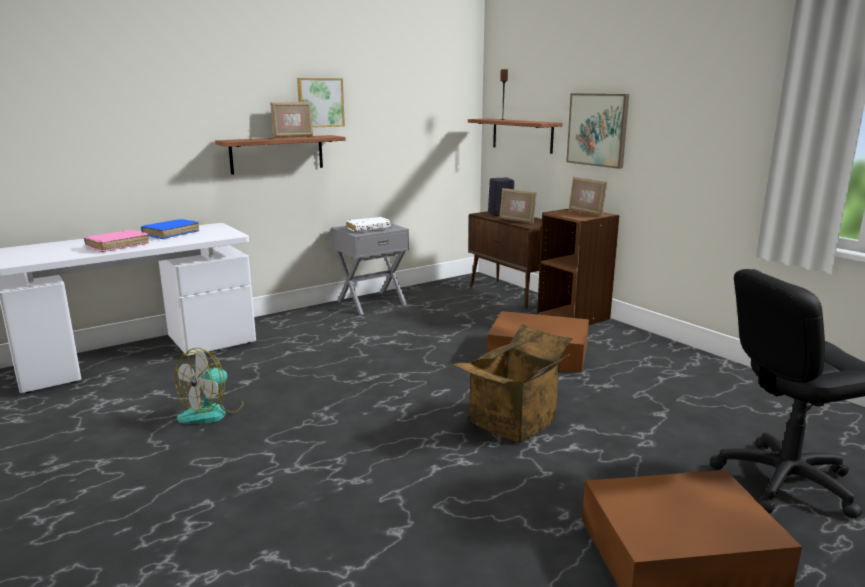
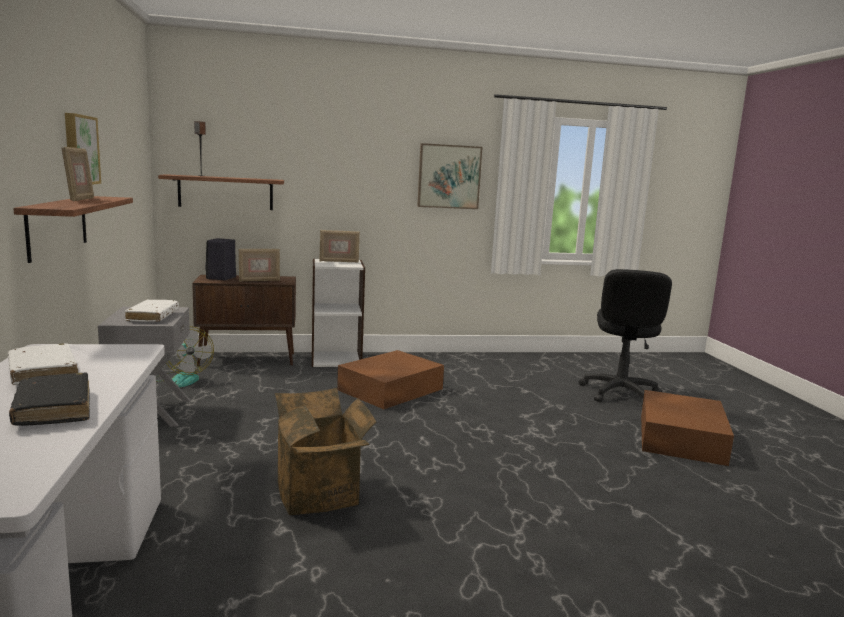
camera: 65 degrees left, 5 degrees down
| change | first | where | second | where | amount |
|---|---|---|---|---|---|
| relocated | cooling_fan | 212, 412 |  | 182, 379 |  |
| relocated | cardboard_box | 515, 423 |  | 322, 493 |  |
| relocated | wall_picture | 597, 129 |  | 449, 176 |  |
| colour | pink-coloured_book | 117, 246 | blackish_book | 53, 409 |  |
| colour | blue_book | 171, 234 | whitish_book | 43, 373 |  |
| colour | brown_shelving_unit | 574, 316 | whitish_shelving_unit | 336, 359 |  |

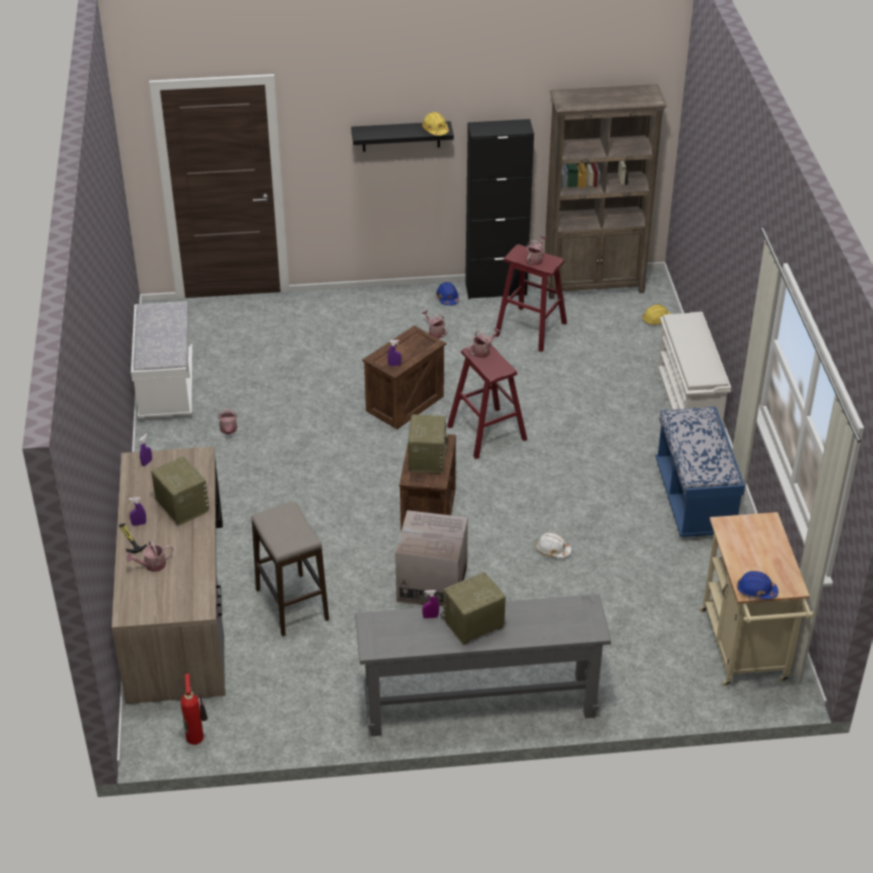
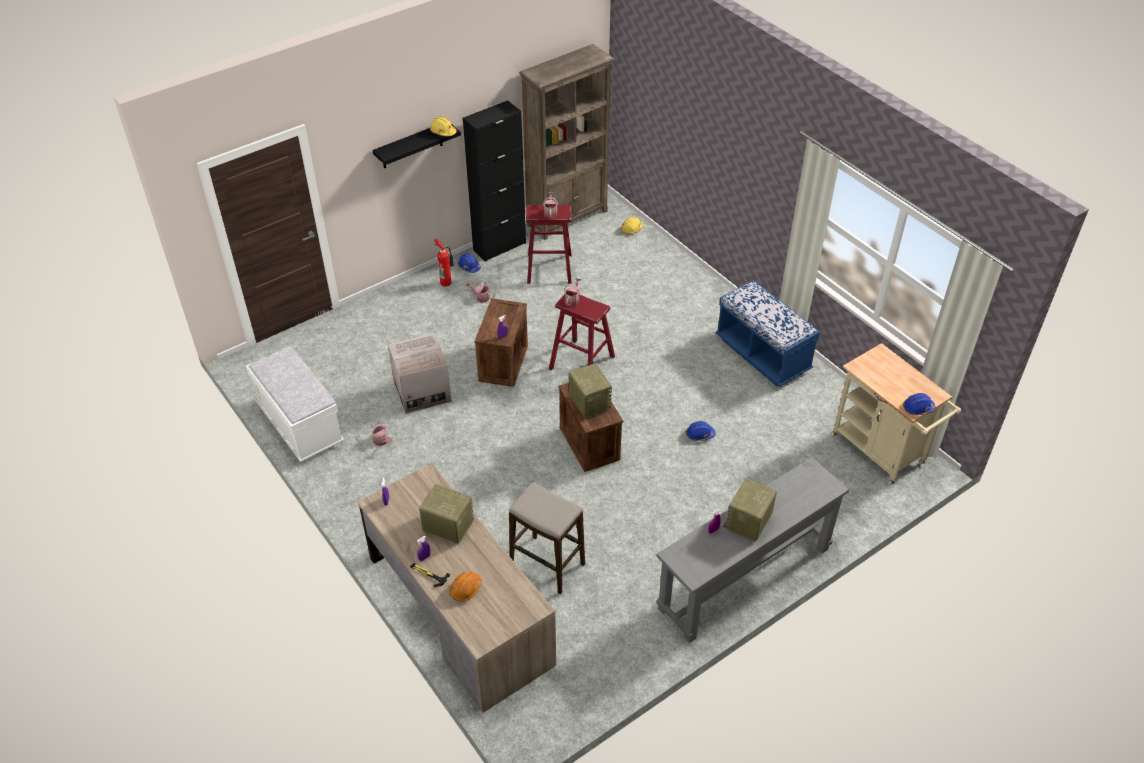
camera: 30 degrees left, 5 degrees up
| change | first | where | second | where | amount |
|---|---|---|---|---|---|
| missing | whitish_shoe_shelf | 688, 405 |  |  |  |
| relocated | fire-fighting_cylinder | 196, 736 |  | 446, 282 |  |
| relocated | cardboard_box | 432, 583 |  | 422, 391 |  |
| exchanged | sprinkling_can | 152, 565 | orange_work_helmet | 465, 589 |  |
| colour | whitish_work_helmet | 552, 550 | blue_work_helmet | 699, 434 |  |

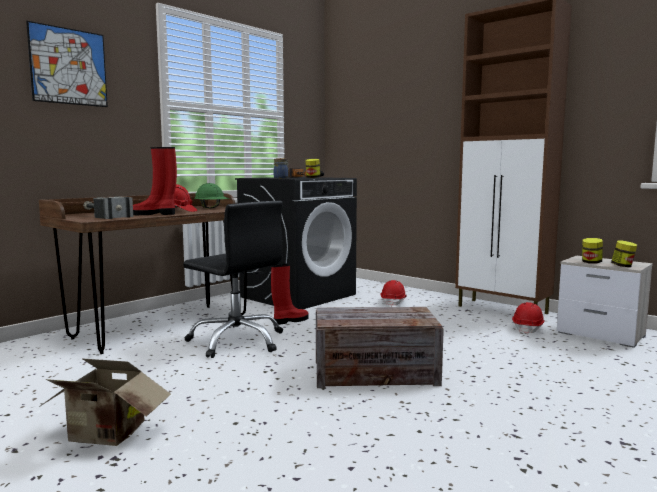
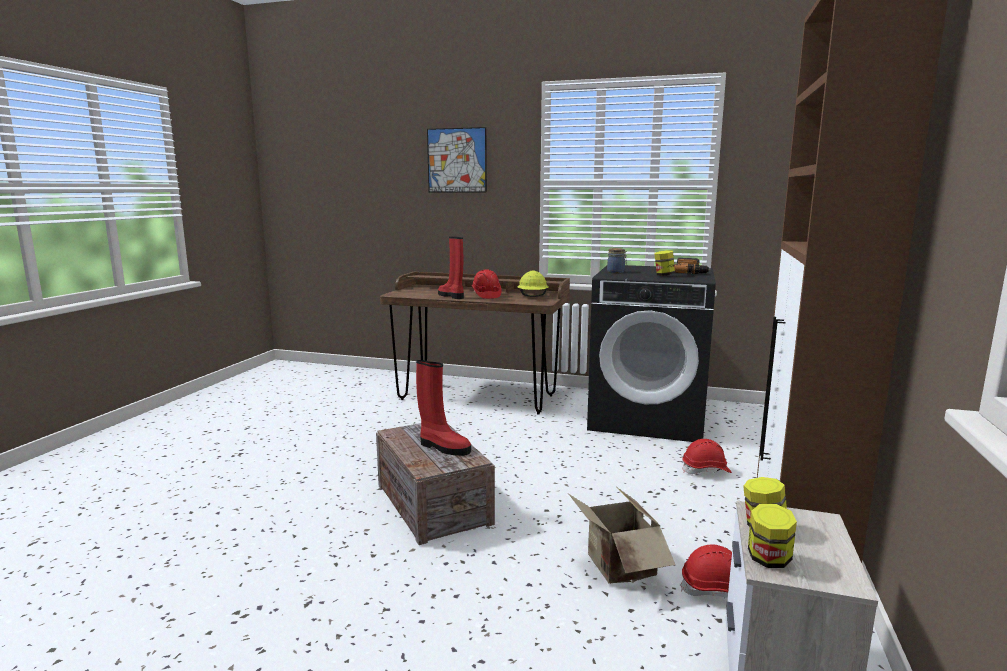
camera: 65 degrees right, 5 degrees up
| change | first | where | second | where | amount |
|---|---|---|---|---|---|
| missing | tool_hammer | 104, 216 |  |  |  |
| missing | blackish_desk_chair | 237, 341 |  |  |  |
| relocated | cardboard_box | 106, 436 |  | 616, 568 |  |
| relocated | red_tall_boot | 290, 321 |  | 443, 447 |  |
| colour | green_work_helmet | 212, 208 | yellowish_work_helmet | 533, 296 |  |

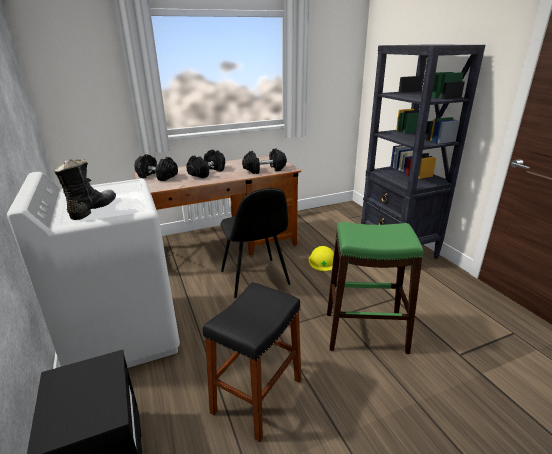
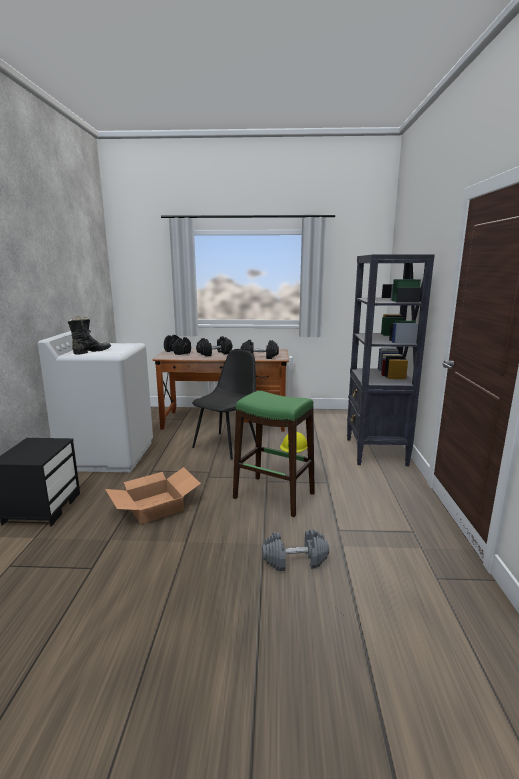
camera: 25 degrees right, 10 degrees down
| change | first | where | second | where | amount |
|---|---|---|---|---|---|
| appeared |  |  | grey_free_weight | 295, 560 |  |
| exchanged | blackish_sitting_stool | 257, 395 | cardboard_box | 155, 506 |  |
| spun | blackish_upright_chair | 255, 278 |  | 226, 445 | 150 degrees counterclockwise |

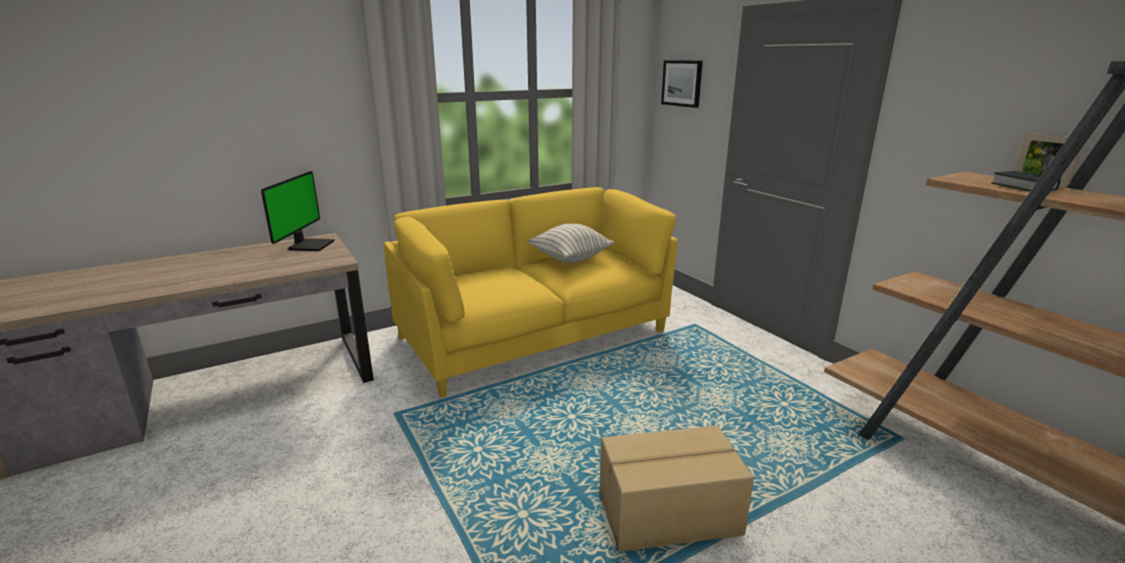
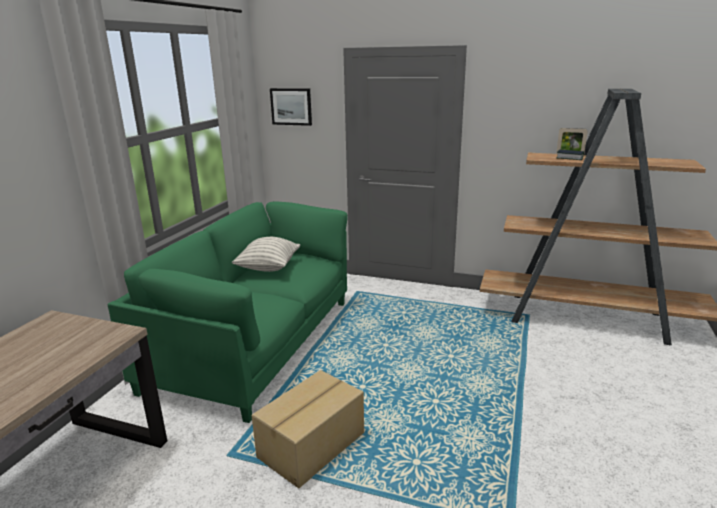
camera: 40 degrees left, 0 degrees up
| change | first | where | second | where | amount |
|---|---|---|---|---|---|
| missing | monitor | 310, 245 |  |  |  |
| relocated | cardboard_box | 669, 514 |  | 313, 445 |  |
| colour | yellowish_sofa | 533, 335 | green_sofa | 255, 343 |  |

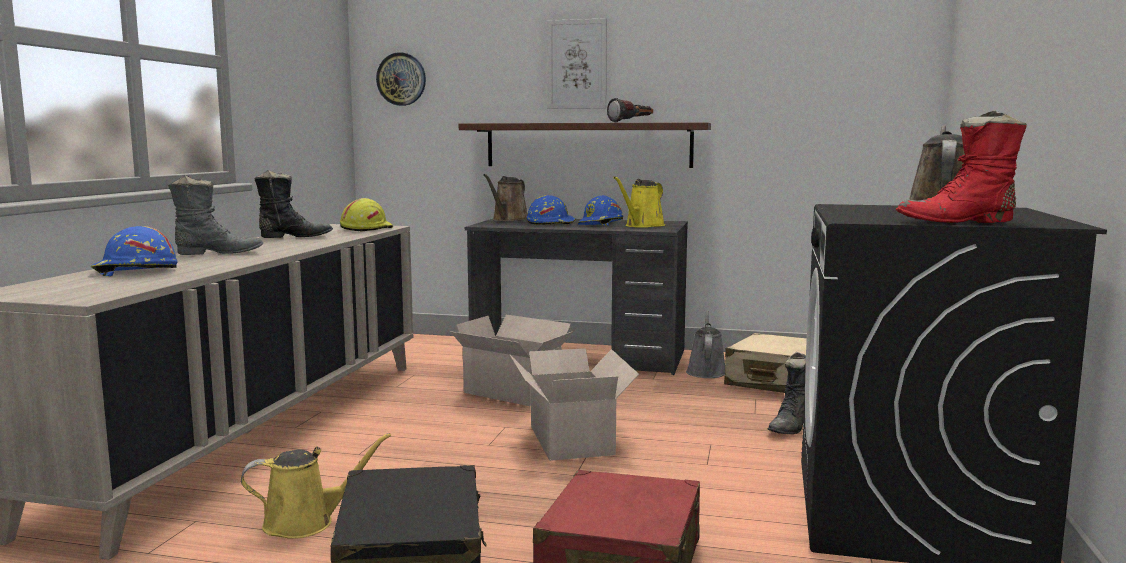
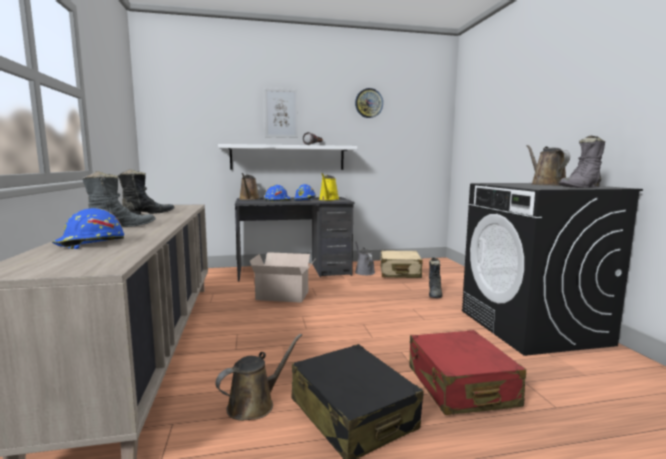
camera: 25 degrees left, 0 degrees up
| change | first | where | second | where | amount |
|---|---|---|---|---|---|
| missing | yellowish_work_helmet | 365, 228 |  |  |  |
| missing | cardboard_box | 571, 439 |  |  |  |
| relocated | wall_clock | 401, 79 |  | 369, 103 |  |
| colour | yellowish_sprinkling_can | 306, 522 | brown_sprinkling_can | 255, 404 |  |
| colour | brown_wall_shelf | 588, 145 | whitish_wall_shelf | 288, 157 |  |
| colour | red_tall_boot | 958, 222 | grey_tall_boot | 581, 188 |  |

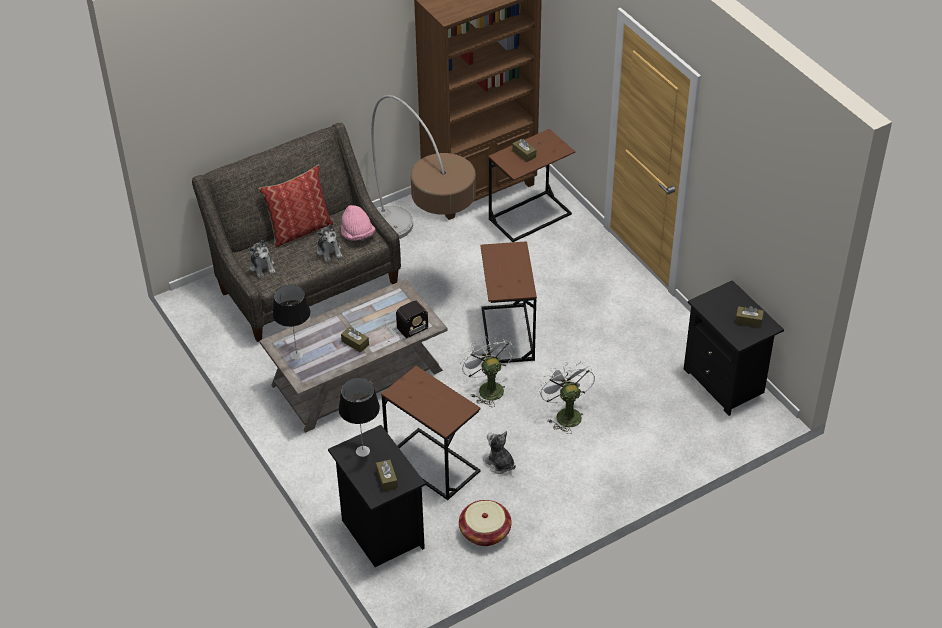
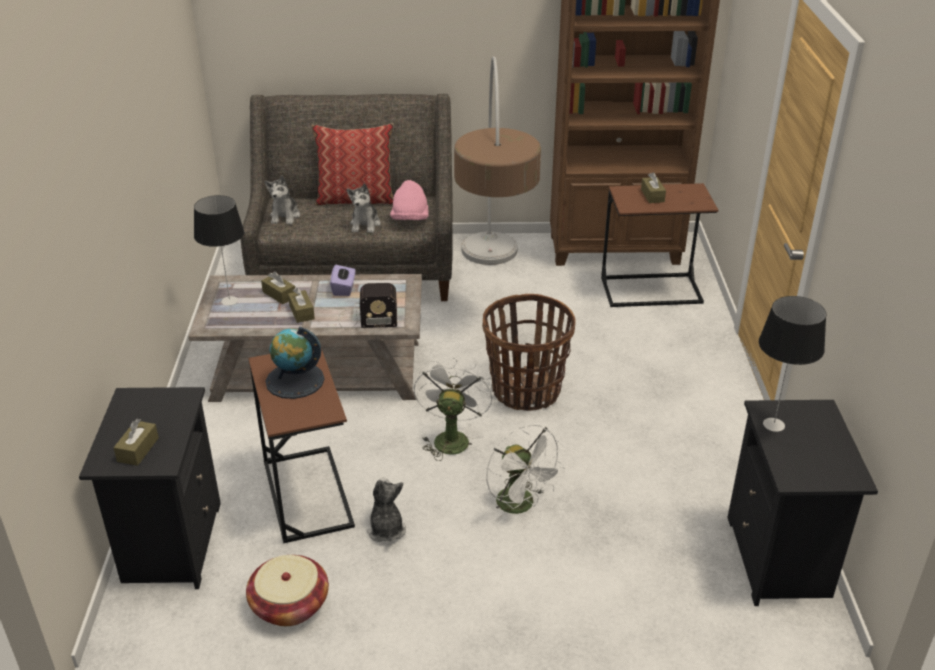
camera: 30 degrees right, 10 degrees down
| change | first | where | second | where | amount |
|---|---|---|---|---|---|
| appeared |  |  | world_globe | 295, 380 |  |
| appeared |  |  | purple-coloured_box_of_tissues | 344, 289 |  |
| relocated | table_lamp | 363, 451 |  | 774, 424 |  |
| relocated | brown_box_of_tissues | 748, 321 |  | 279, 295 |  |
| exchanged | brown_side_table | 508, 334 | basket | 526, 391 |  |
| spun | whitish_cooling_fan | 565, 414 |  | 521, 506 | 135 degrees clockwise |

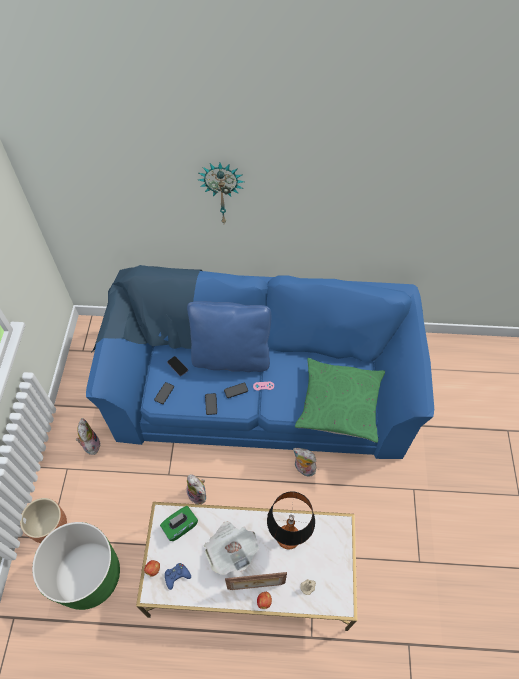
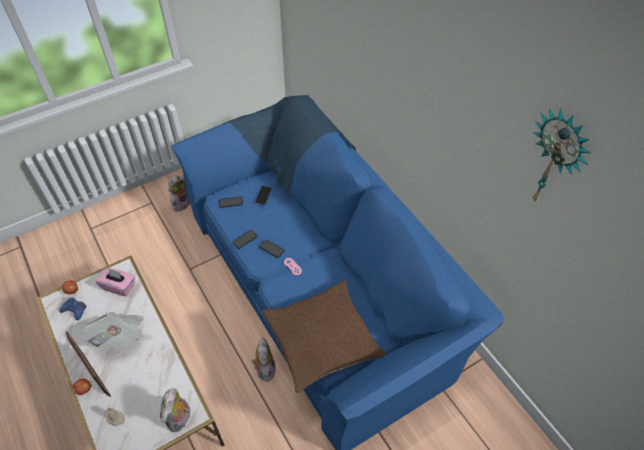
camera: 55 degrees right, 5 degrees down
| change | first | where | second | where | amount |
|---|---|---|---|---|---|
| missing | brown_planter | 51, 526 |  |  |  |
| missing | green_planter | 88, 575 |  |  |  |
| missing | blue_pillow | 231, 357 |  |  |  |
| missing | table_lamp | 288, 537 |  |  |  |
| relocated | cuddly_toy | 198, 494 |  | 180, 419 |  |
| relocated | wall_clock | 222, 192 |  | 555, 160 |  |
| colour | green_box_of_tissues | 180, 526 | pink-coloured_box_of_tissues | 119, 286 |  |
| colour | green_pillow | 339, 404 | brown_pillow | 322, 339 |  |

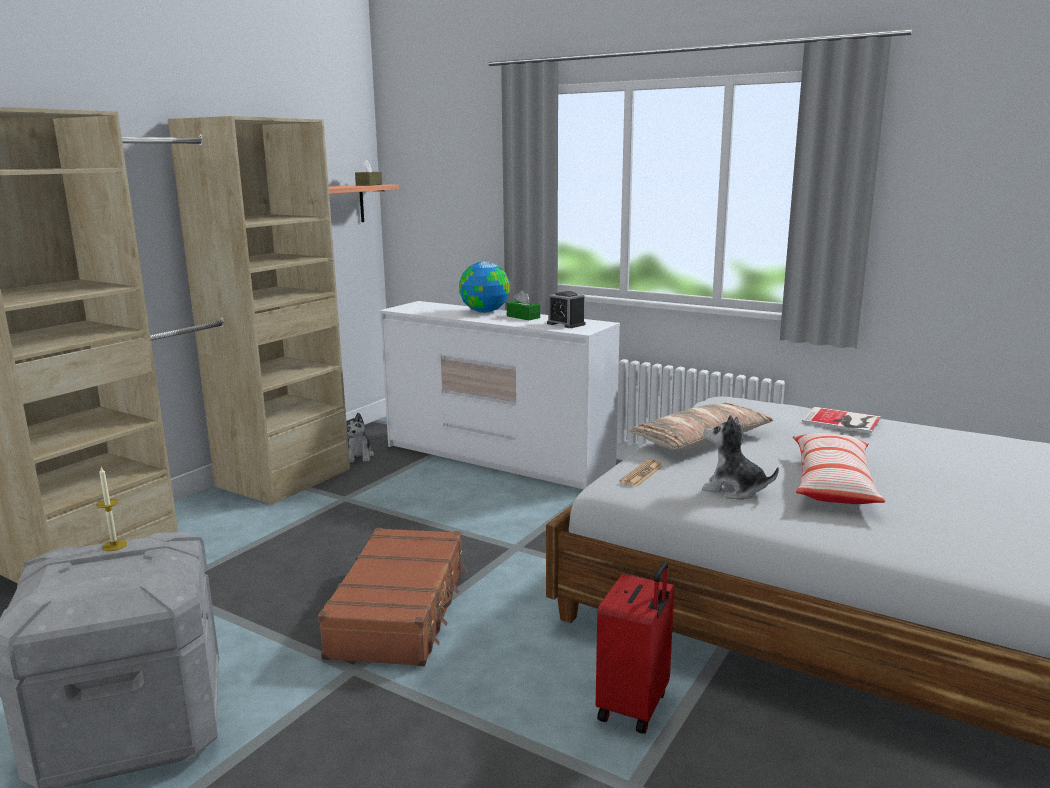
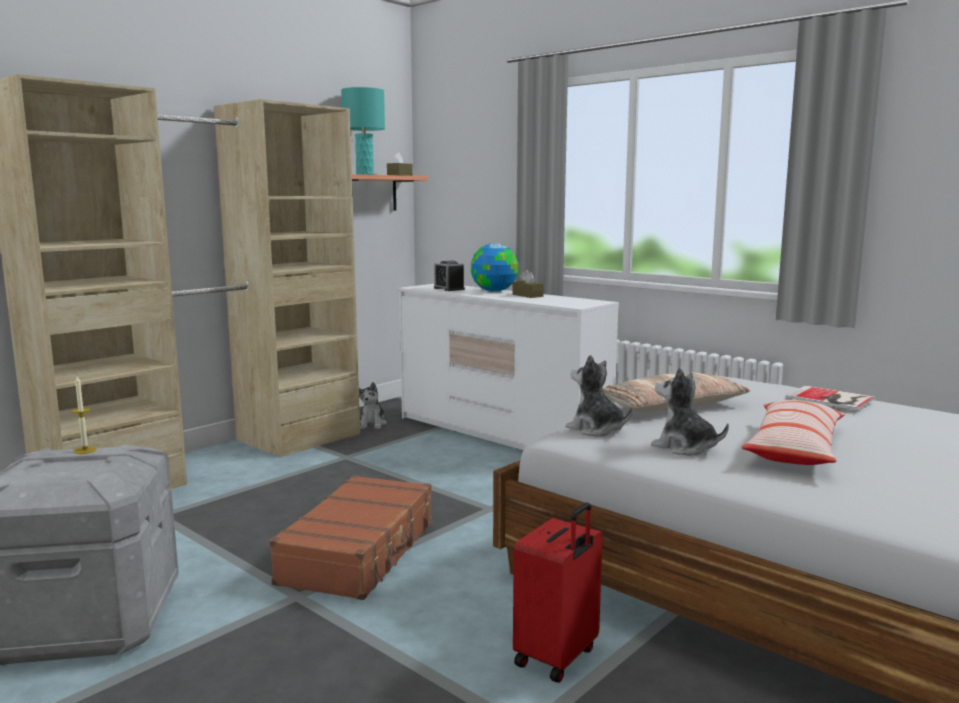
camera: 10 degrees right, 5 degrees down
| change | first | where | second | where | amount |
|---|---|---|---|---|---|
| appeared |  |  | turquoise-coloured_table_lamp | 364, 174 |  |
| relocated | table_clock | 566, 324 |  | 449, 289 |  |
| exchanged | daily_paper | 641, 474 | cuddly_toy | 596, 429 |  |
| colour | green_box_of_tissues | 523, 317 | brown_box_of_tissues | 527, 295 |  |

